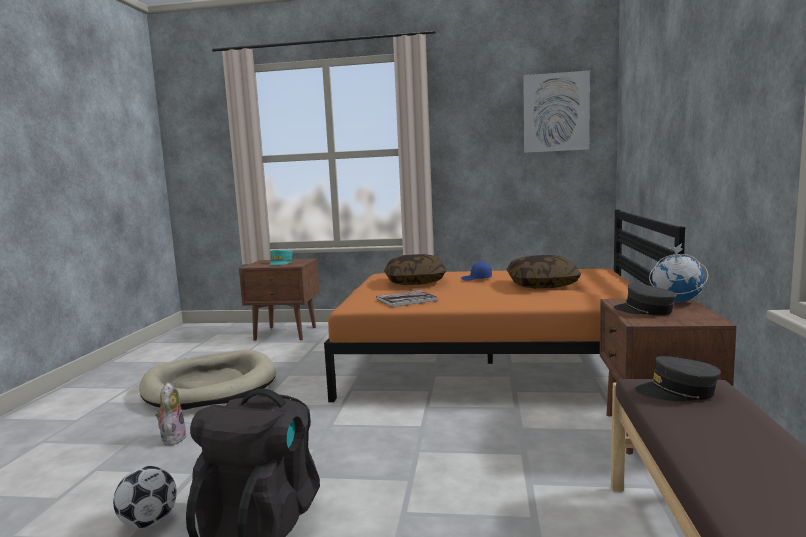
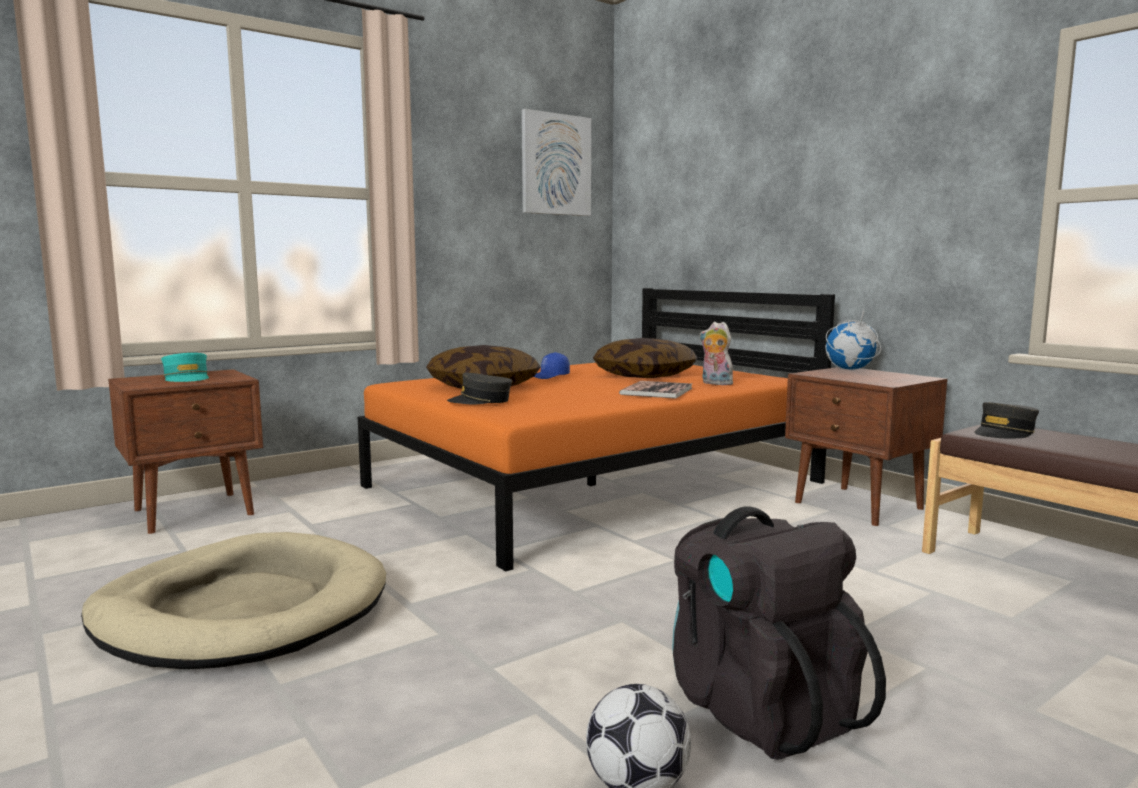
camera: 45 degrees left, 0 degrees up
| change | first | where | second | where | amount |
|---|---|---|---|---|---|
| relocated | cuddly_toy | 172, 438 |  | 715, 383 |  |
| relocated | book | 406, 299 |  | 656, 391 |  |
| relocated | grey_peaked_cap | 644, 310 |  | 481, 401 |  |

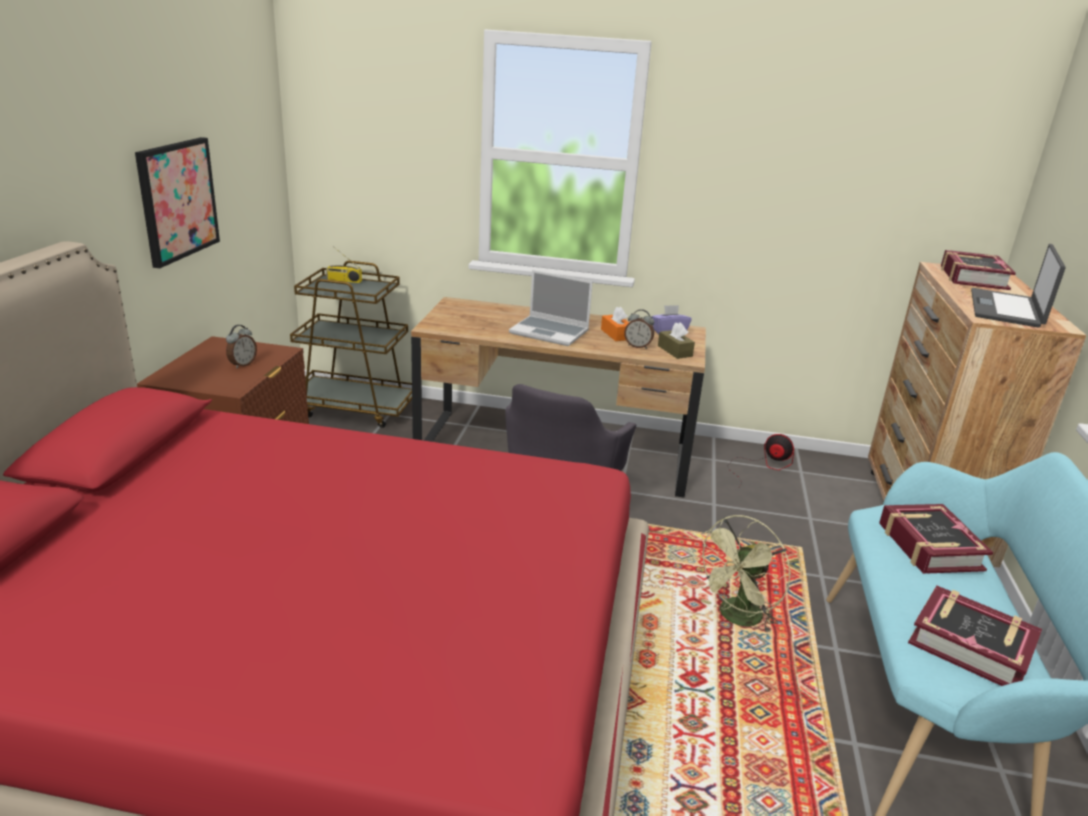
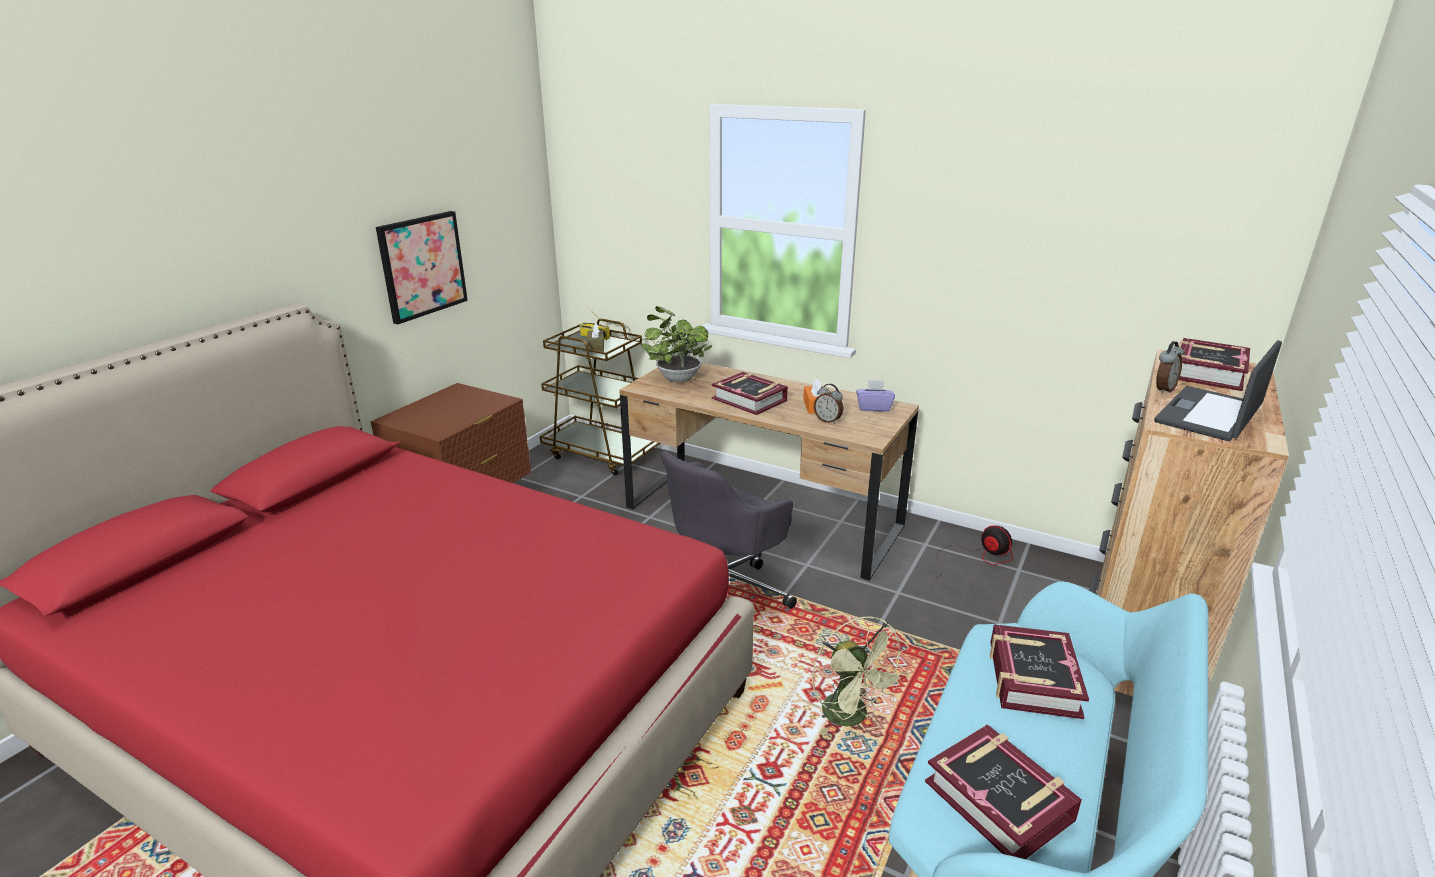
camera: 20 degrees right, 0 degrees up
| change | first | where | second | where | amount |
|---|---|---|---|---|---|
| appeared |  |  | potted_plant | 676, 378 |  |
| relocated | table_clock | 242, 364 |  | 1163, 389 |  |
| relocated | brown_box_of_tissues | 674, 351 |  | 596, 347 |  |
| exchanged | portable_computer | 550, 332 | book | 749, 399 |  |
| spun | green_cooling_fan | 736, 618 |  | 852, 717 | 90 degrees counterclockwise |

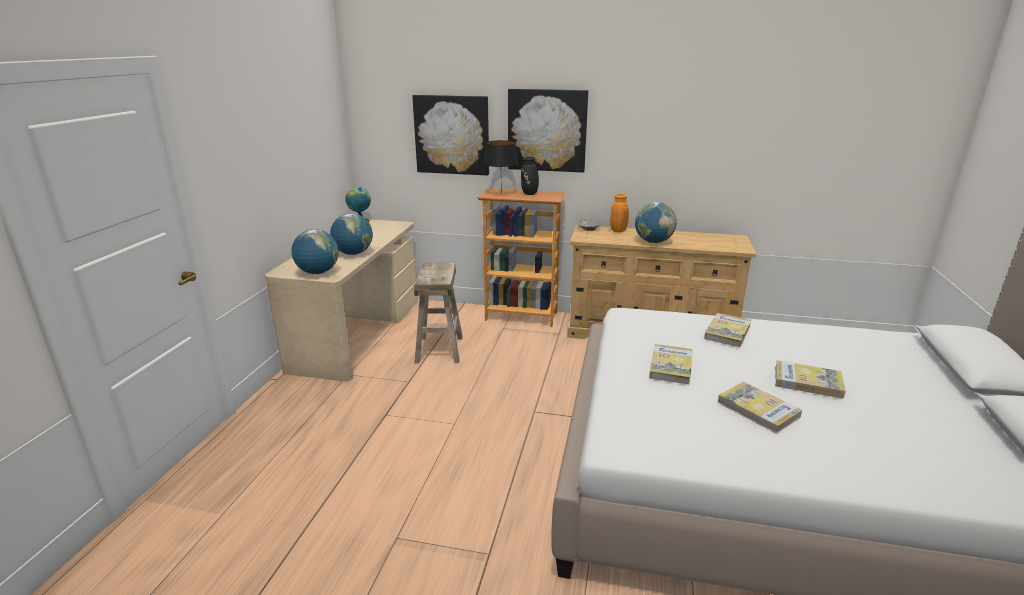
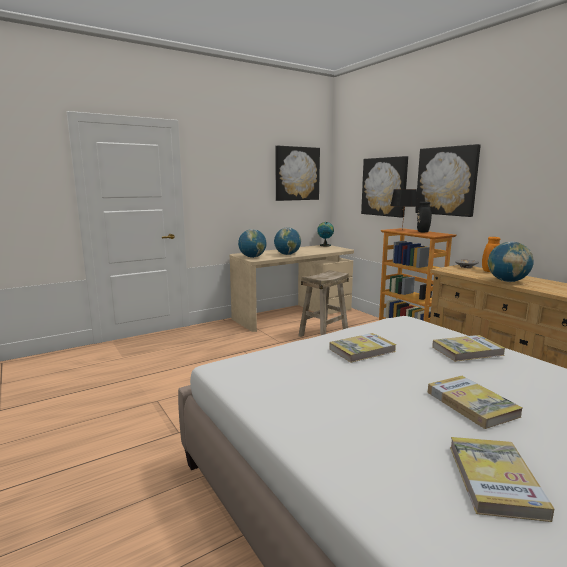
camera: 45 degrees right, 10 degrees down
| change | first | where | second | where | amount |
|---|---|---|---|---|---|
| appeared |  |  | wall_picture | 297, 173 |  |
| relocated | book | 758, 410 |  | 494, 480 |  |

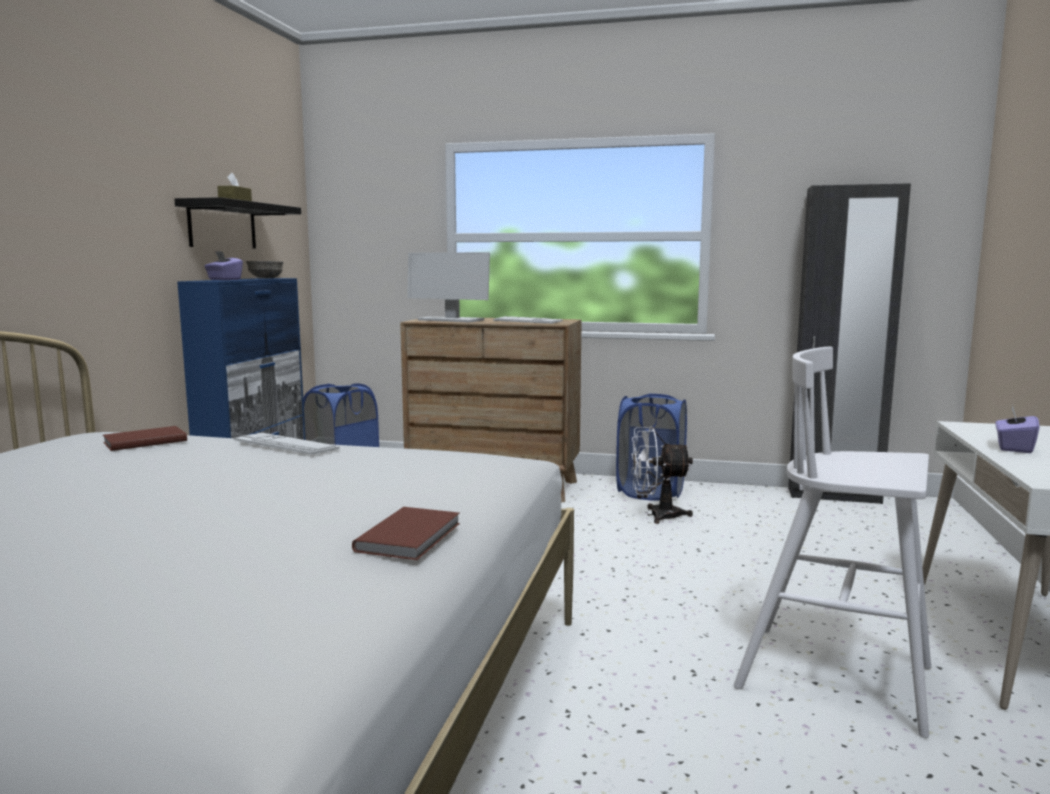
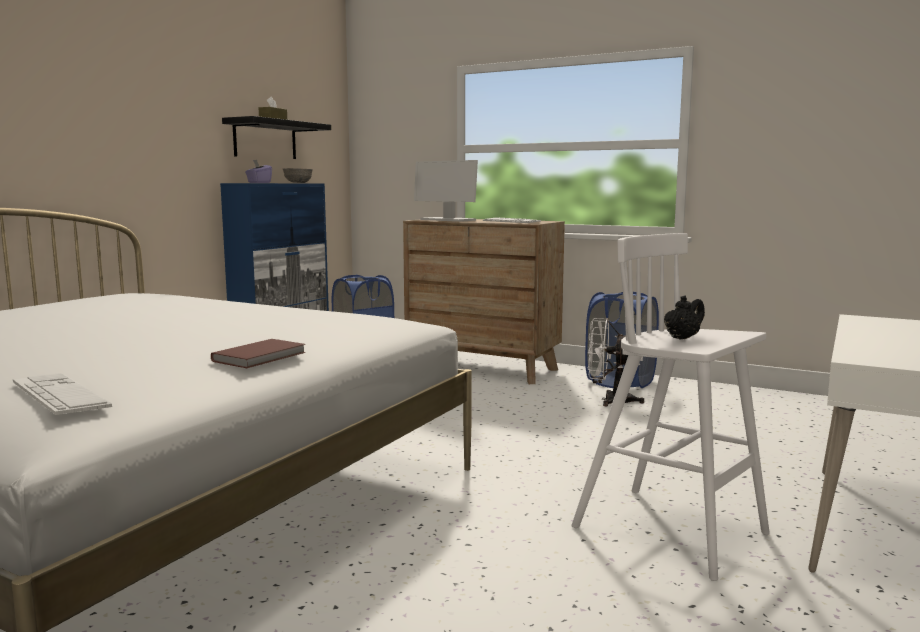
camera: 15 degrees right, 0 degrees up
| change | first | where | second | where | amount |
|---|---|---|---|---|---|
| missing | brown_book | 144, 441 |  |  |  |
| missing | blackish_wardrobe | 834, 496 |  |  |  |
| missing | purple-coloured_box_of_tissues | 1013, 447 |  |  |  |
| appeared |  |  | blackish_tea_pot | 682, 338 |  |
| relocated | PC_keyboard | 286, 445 |  | 60, 395 |  |

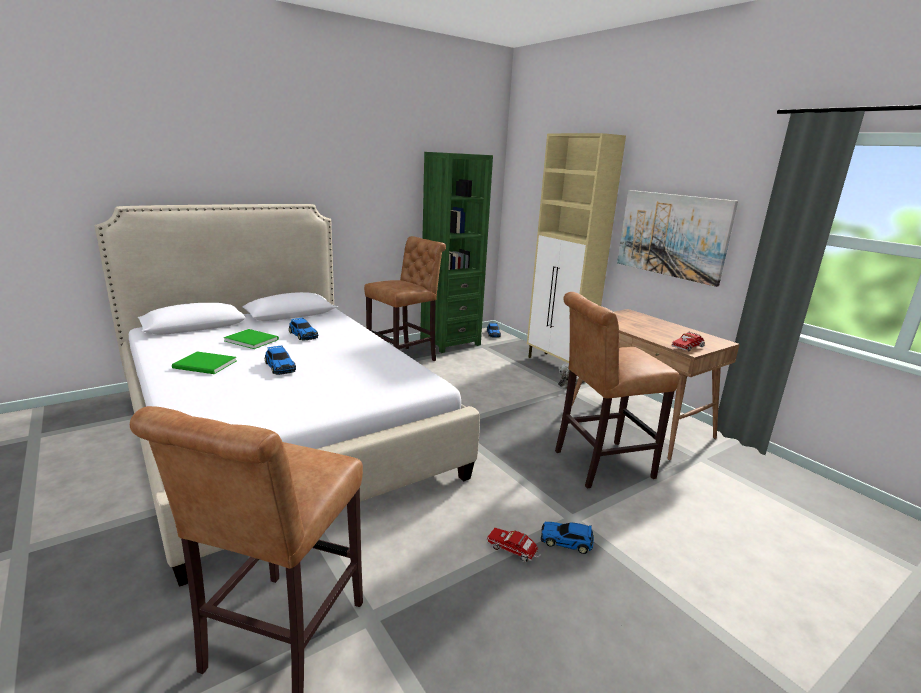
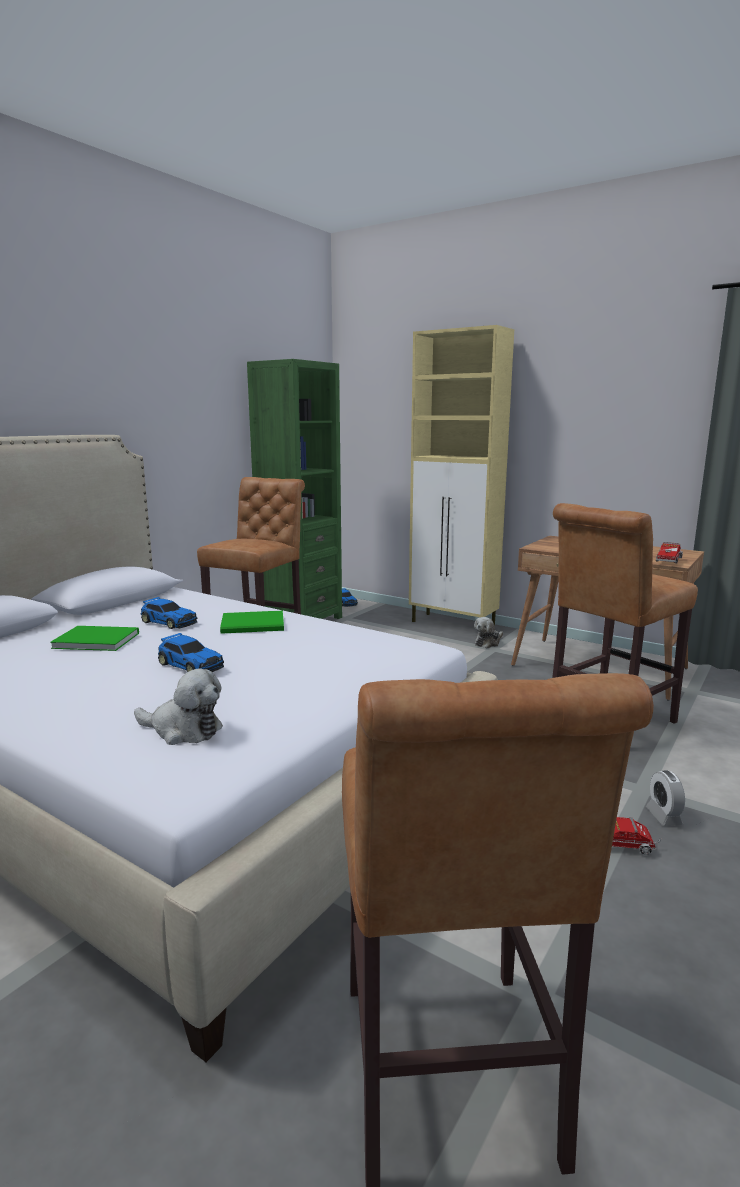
camera: 20 degrees left, 5 degrees down
| change | first | where | second | where | amount |
|---|---|---|---|---|---|
| missing | wall_picture | 672, 235 |  |  |  |
| appeared |  |  | cuddly_toy | 183, 730 |  |
| relocated | green_book | 205, 365 |  | 255, 625 |  |
| exchanged | miniature_car | 567, 541 | table_clock | 663, 816 |  |

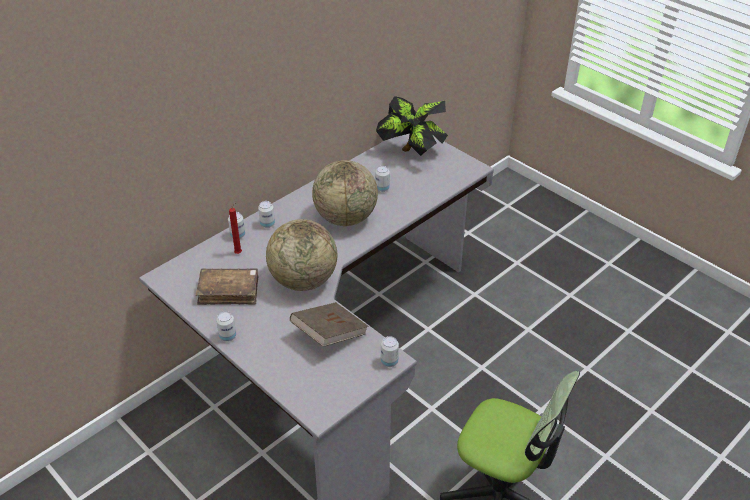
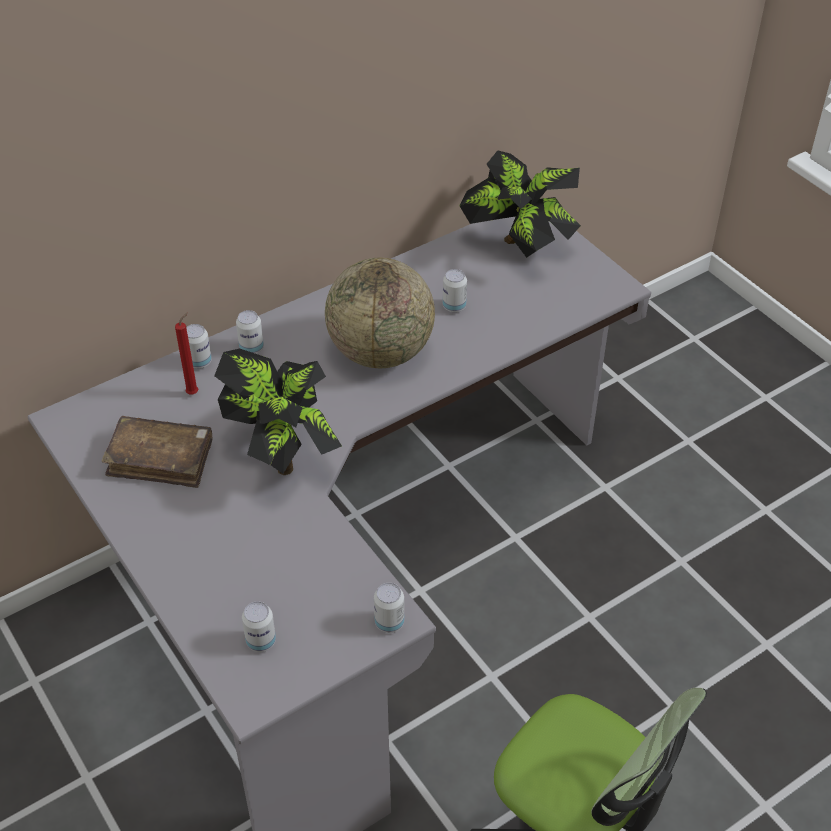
camera: 10 degrees right, 5 degrees up
| change | first | where | second | where | amount |
|---|---|---|---|---|---|
| missing | brown_book | 329, 335 |  |  |  |
| relocated | sealed_can | 227, 336 |  | 261, 641 |  |
| exchanged | world_globe | 303, 280 | potted_plant | 284, 455 |  |

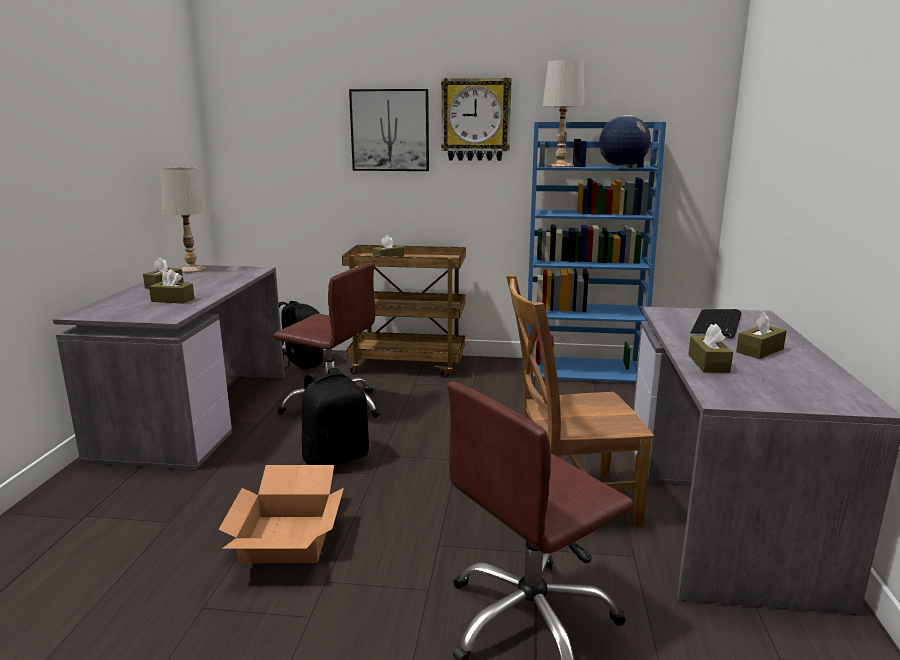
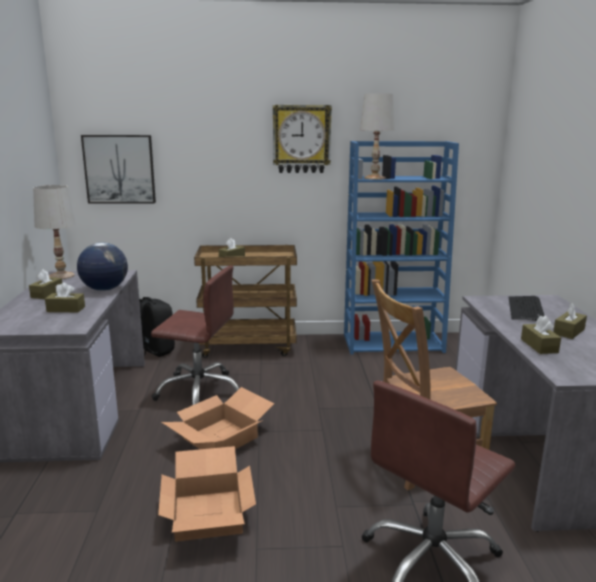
camera: 10 degrees left, 0 degrees up
| change | first | where | second | where | amount |
|---|---|---|---|---|---|
| relocated | wall_picture | 390, 130 |  | 119, 169 |  |
| relocated | world_globe | 622, 167 |  | 105, 289 |  |
| exchanged | blackish_backpack | 336, 458 | cardboard_box | 220, 437 |  |

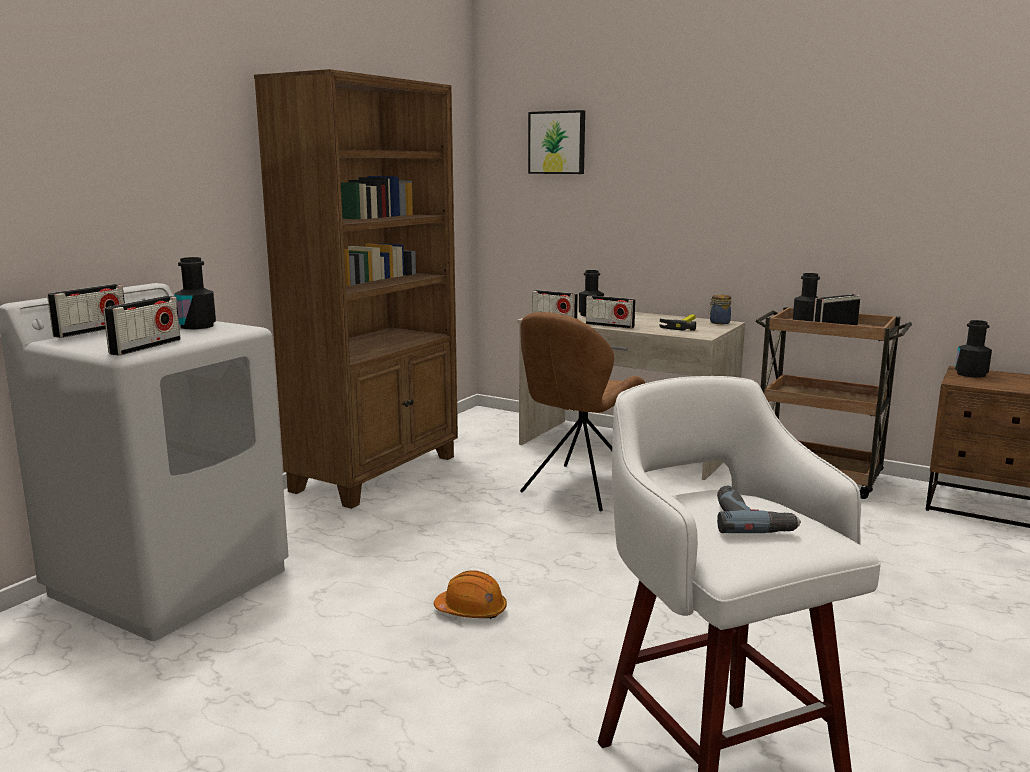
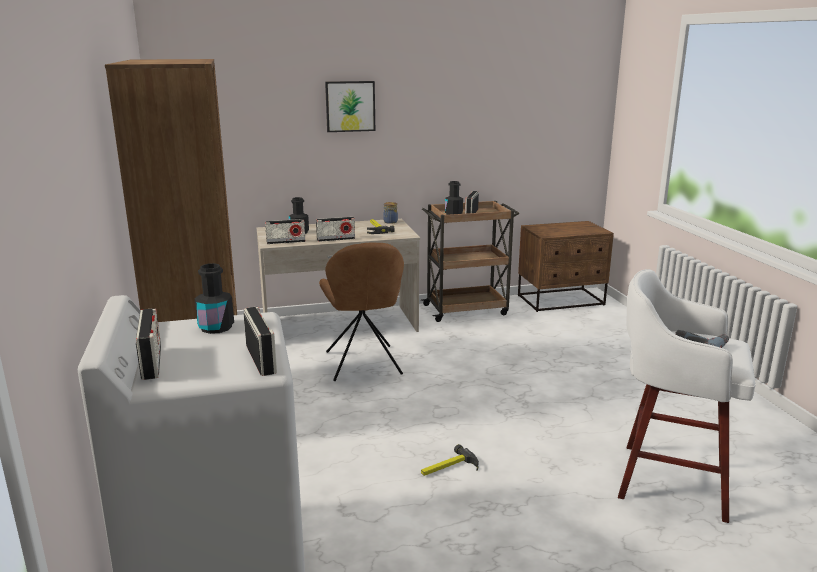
camera: 45 degrees left, 5 degrees up
| change | first | where | second | where | amount |
|---|---|---|---|---|---|
| missing | blackish_drink_bottle | 971, 374 |  |  |  |
| relocated | wall_picture | 557, 142 |  | 350, 106 |  |
| exchanged | orange_work_helmet | 471, 610 | tool_hammer | 448, 468 |  |

